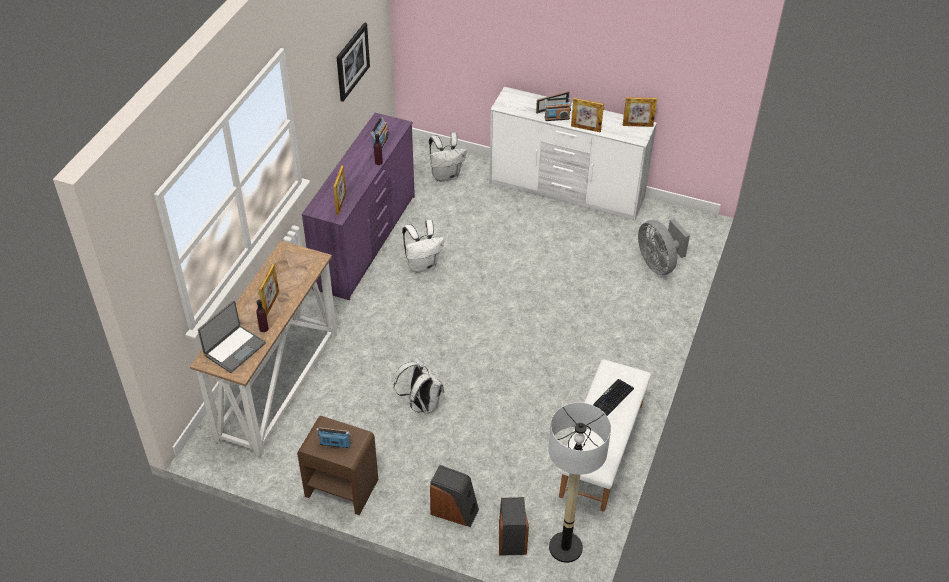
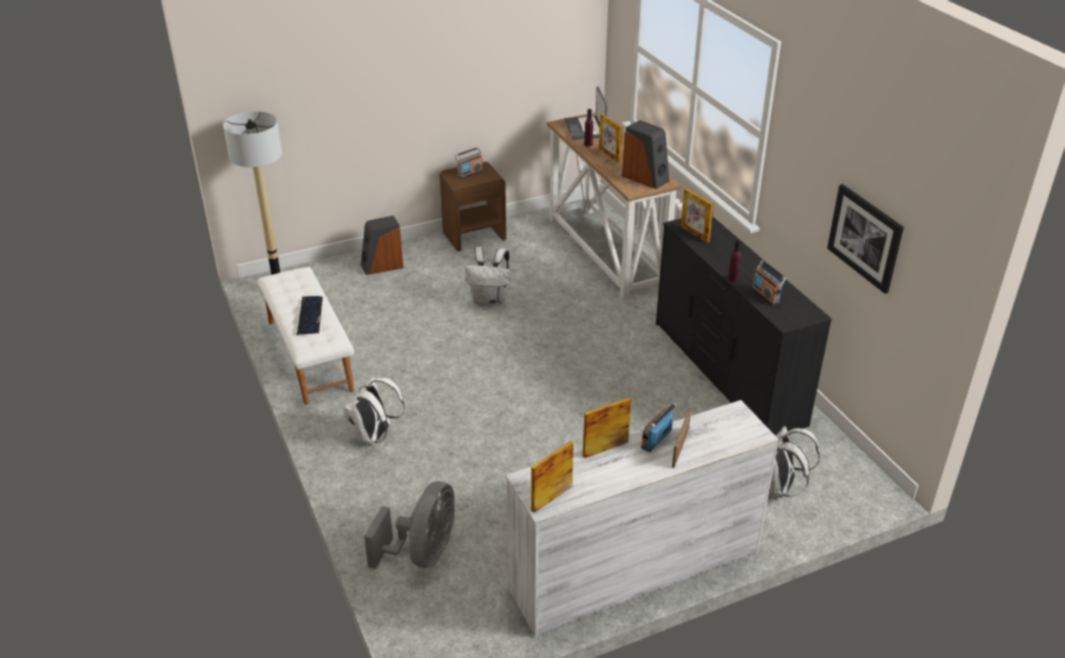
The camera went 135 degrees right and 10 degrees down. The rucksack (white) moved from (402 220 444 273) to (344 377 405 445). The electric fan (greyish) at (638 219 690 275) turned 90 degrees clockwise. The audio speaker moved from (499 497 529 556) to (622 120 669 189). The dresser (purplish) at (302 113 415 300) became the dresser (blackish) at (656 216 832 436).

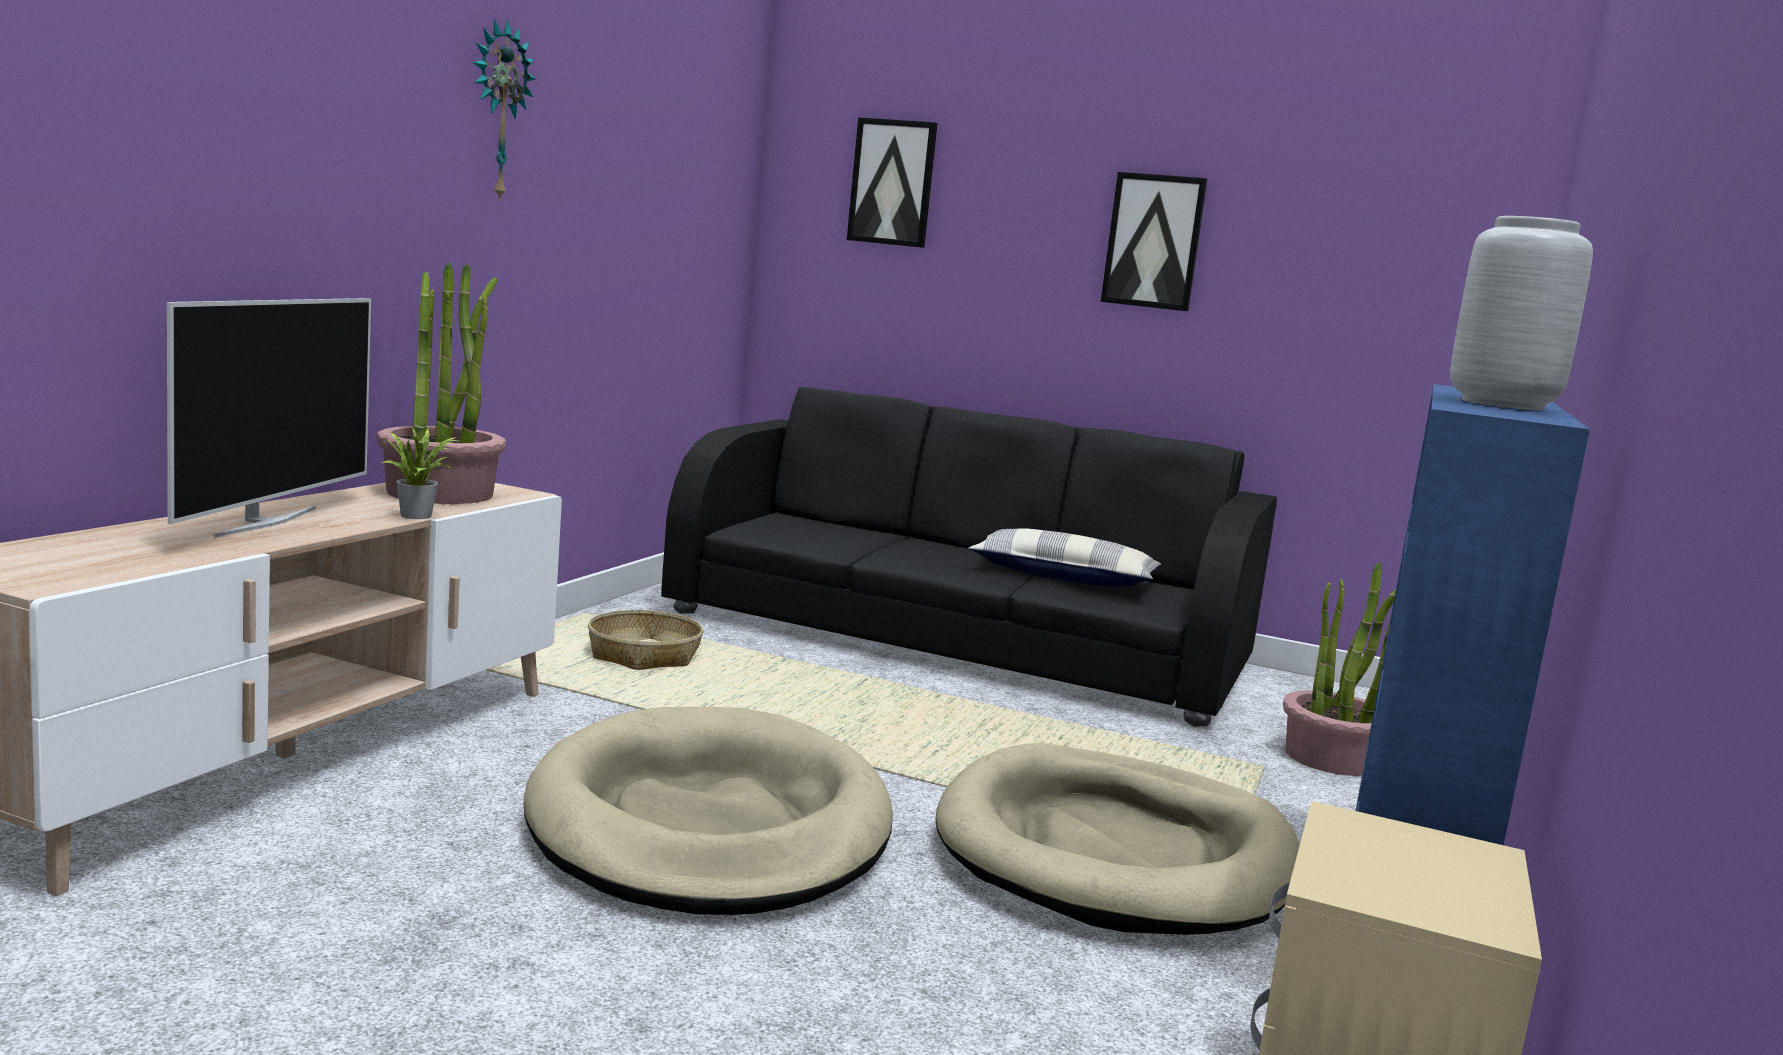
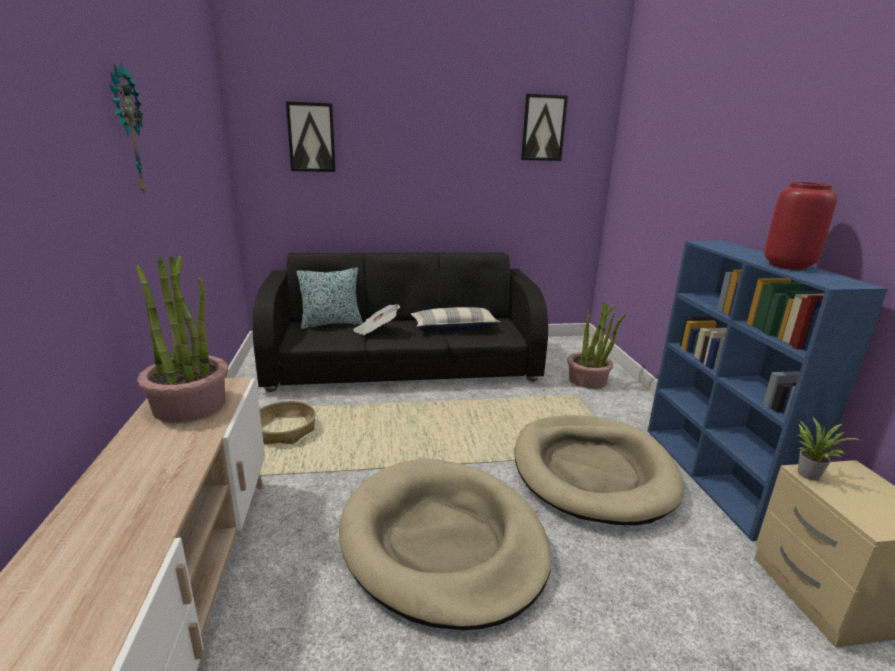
The camera went 30 degrees left and 10 degrees up. The cushion at (297 267 363 329) appeared. The printed paper at (353 305 400 336) appeared. The wall picture moved from (1101 172 1208 311) to (521 94 568 161). The decorative vase (greyish) at (1450 216 1593 411) became the decorative vase (reddish) at (764 182 837 270). The potted plant moved from (383 427 460 519) to (797 417 860 481). The television at (167 298 371 538) disappeared.

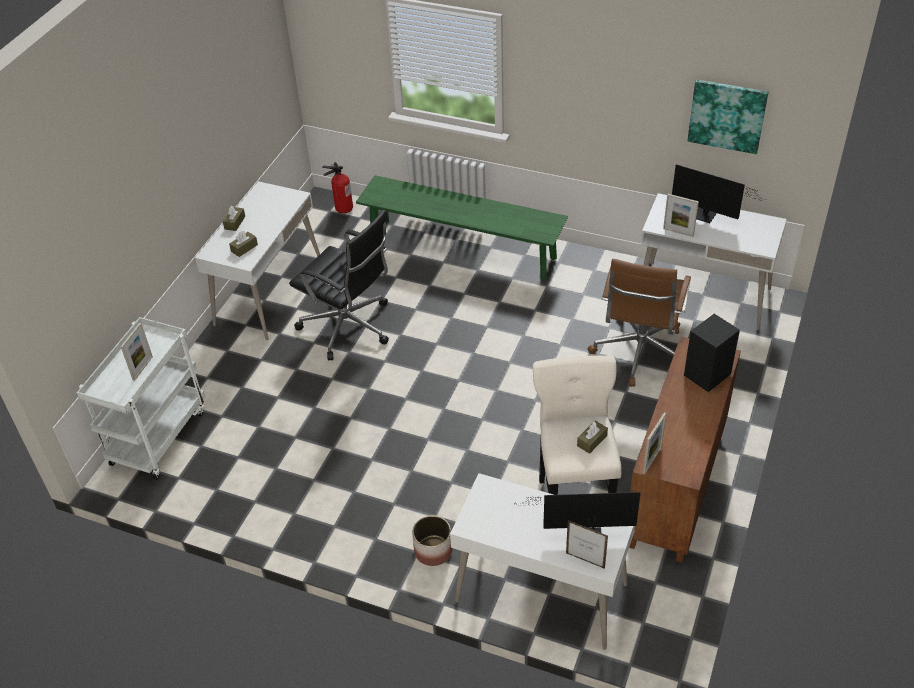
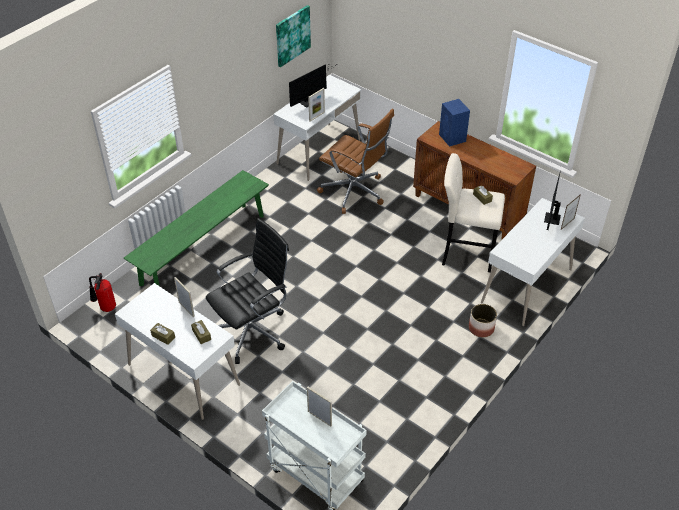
The camera went 75 degrees left and 0 degrees up. The standing frame moved from (643 412 666 474) to (174 277 195 317). The audio speaker (blackish) at (684 314 740 392) became the audio speaker (bluish) at (439 99 470 147).

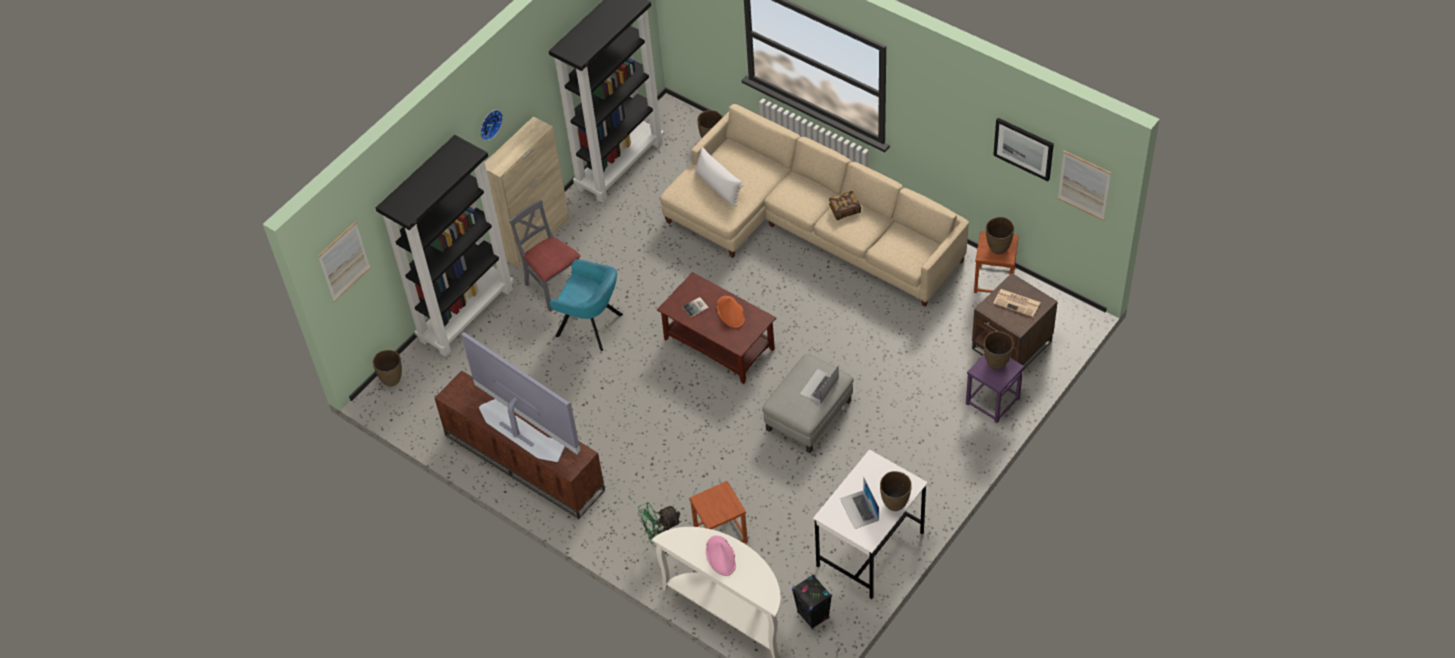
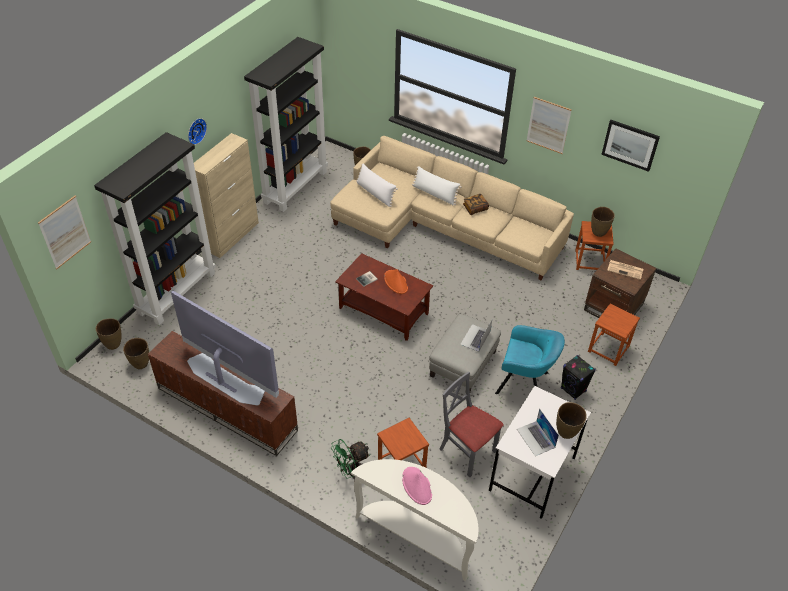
The camera went 10 degrees left and 5 degrees down. The decorative vase (brownish) moved from (984 331 1014 369) to (123 338 149 369). The cushion (white) at (412 166 462 205) appeared. The plain chair (greyish) moved from (509 200 580 312) to (439 371 503 477). The easy chair (turquoise-coloured) moved from (549 259 623 351) to (495 325 565 394). The wall picture moved from (1058 151 1111 221) to (527 97 572 154). The audio speaker (blackish) moved from (792 574 832 629) to (561 355 596 400). The stool seat (purplish) at (966 355 1024 423) became the stool seat (brownish) at (588 304 640 366).

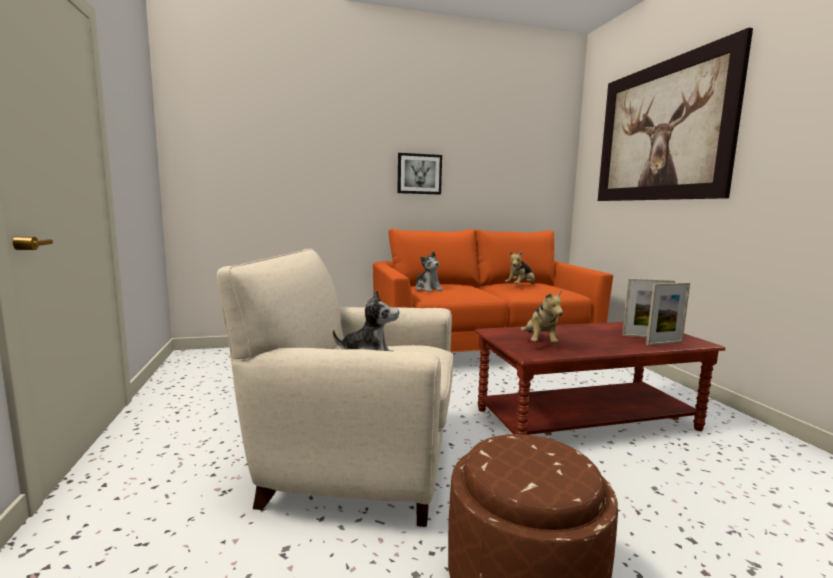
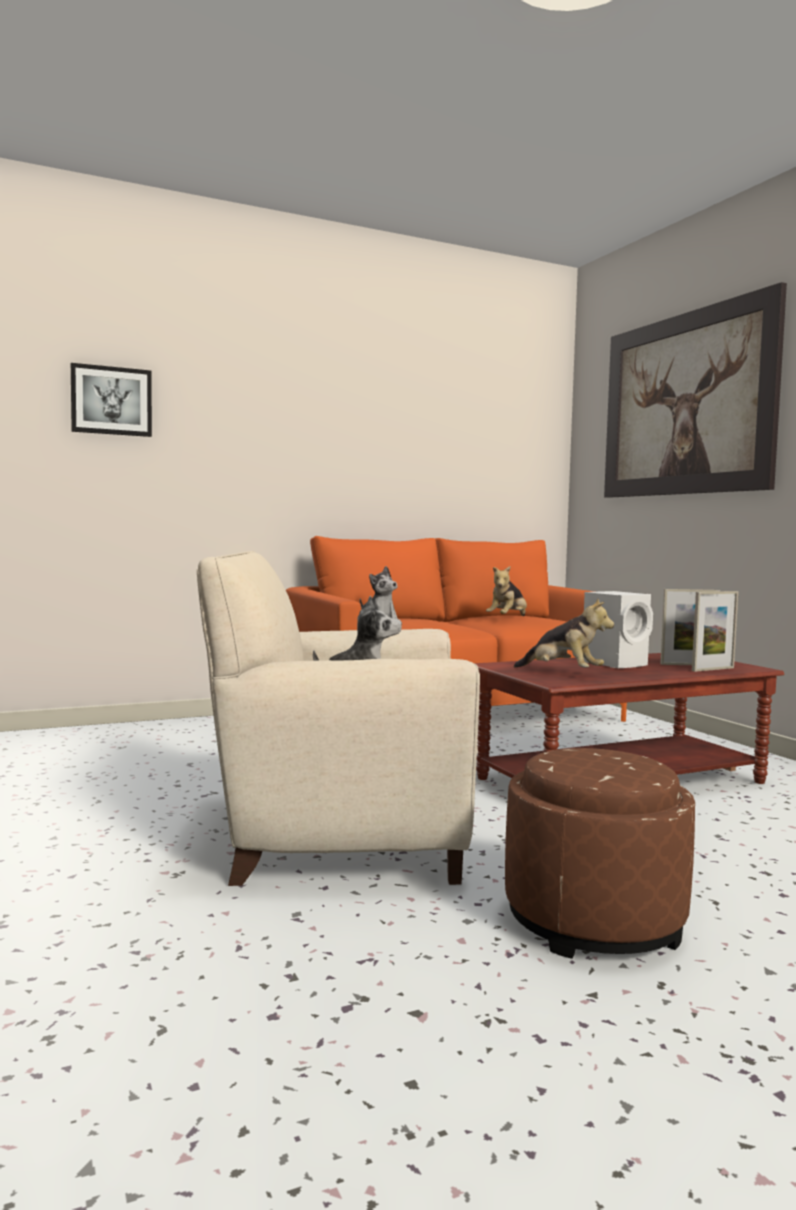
The camera went 10 degrees left and 5 degrees down. The wall picture moved from (397 153 442 195) to (71 363 152 437). The cuddly toy at (521 290 563 344) turned 45 degrees counterclockwise. The audio speaker (white) at (583 591 653 668) appeared.

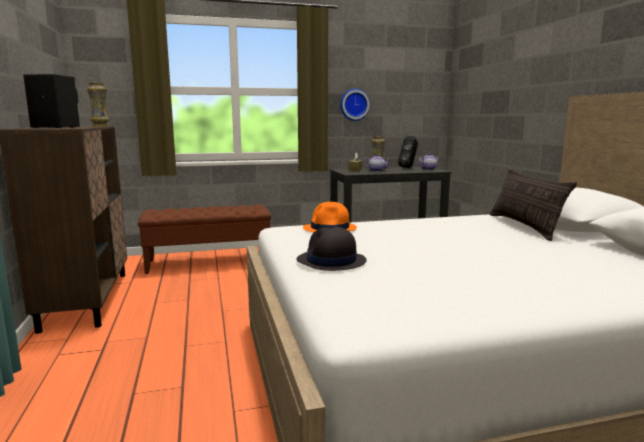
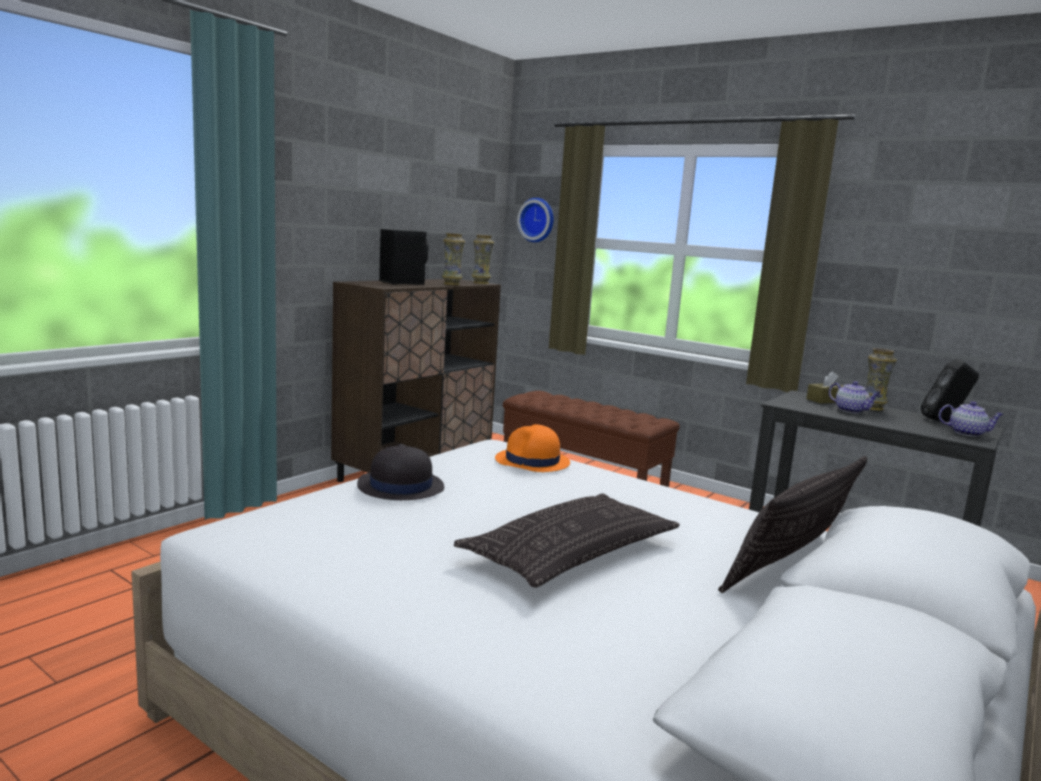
The camera went 50 degrees right and 0 degrees up. The decorative vase at (442 233 465 285) appeared. The cushion at (454 494 680 588) appeared. The hanging clock moved from (340 89 370 121) to (517 198 554 242).

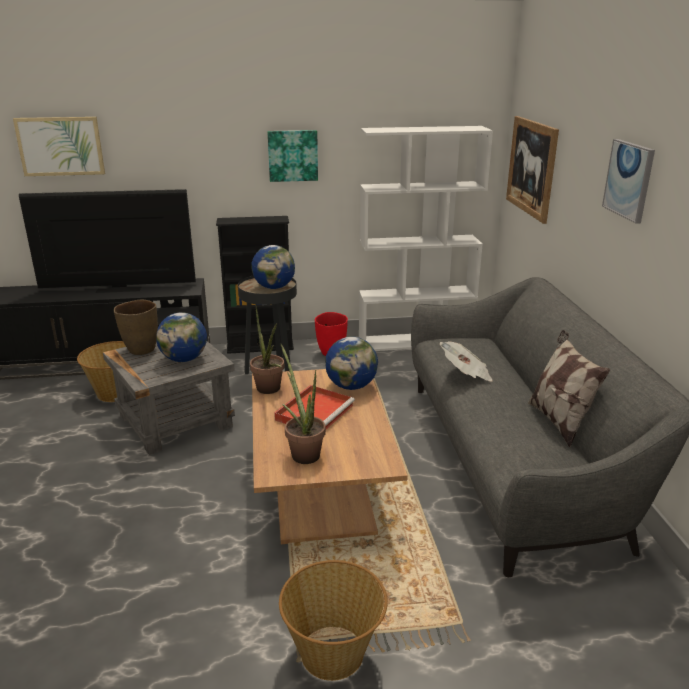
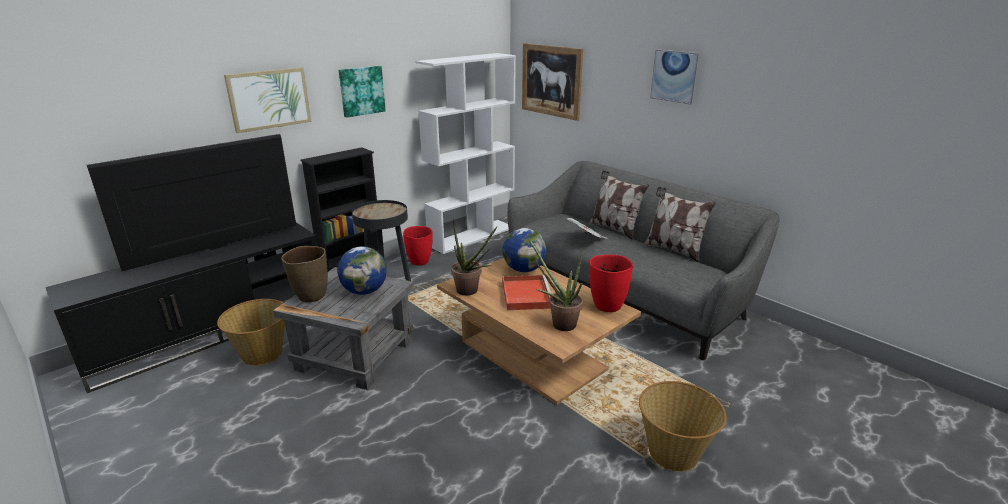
The camera went 35 degrees left and 0 degrees up. The wall picture moved from (13 117 105 176) to (224 68 311 133). The cushion at (589 170 649 240) appeared. The decorative vase (reddish) at (589 255 633 312) appeared. The globe at (251 245 295 289) disappeared.

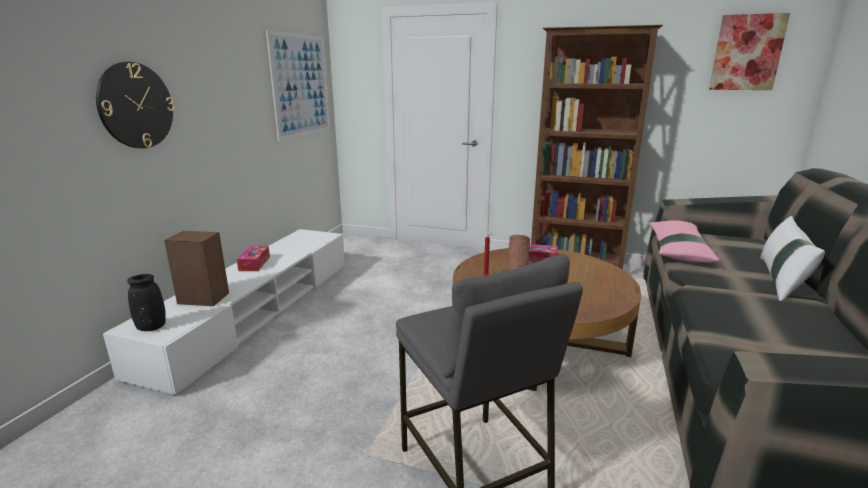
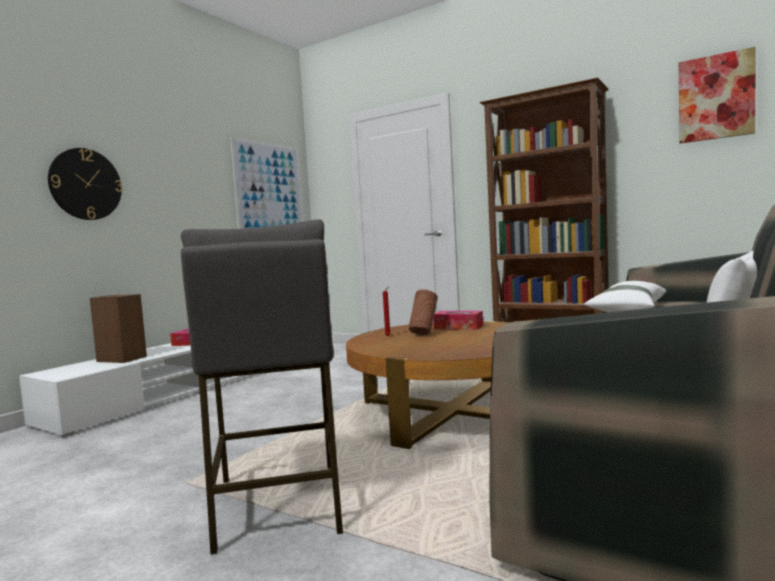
The camera went 15 degrees right and 15 degrees down. The cushion (pink) at (649 220 719 263) became the cushion (white) at (584 281 666 312). The decorative vase (blackish) at (127 274 166 331) disappeared.

